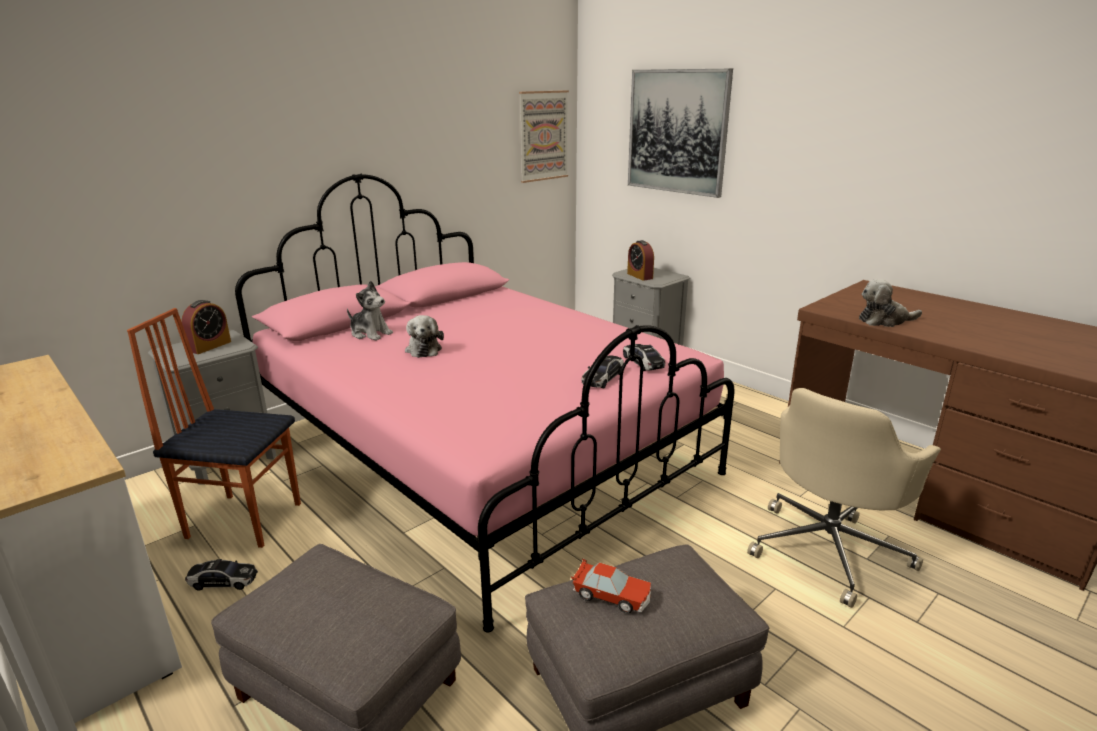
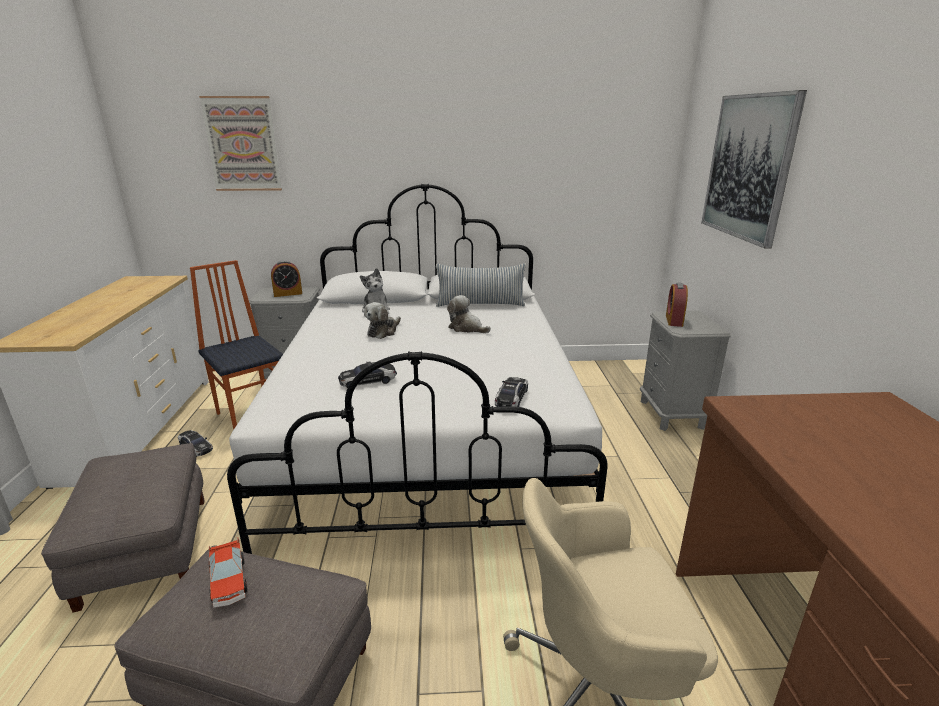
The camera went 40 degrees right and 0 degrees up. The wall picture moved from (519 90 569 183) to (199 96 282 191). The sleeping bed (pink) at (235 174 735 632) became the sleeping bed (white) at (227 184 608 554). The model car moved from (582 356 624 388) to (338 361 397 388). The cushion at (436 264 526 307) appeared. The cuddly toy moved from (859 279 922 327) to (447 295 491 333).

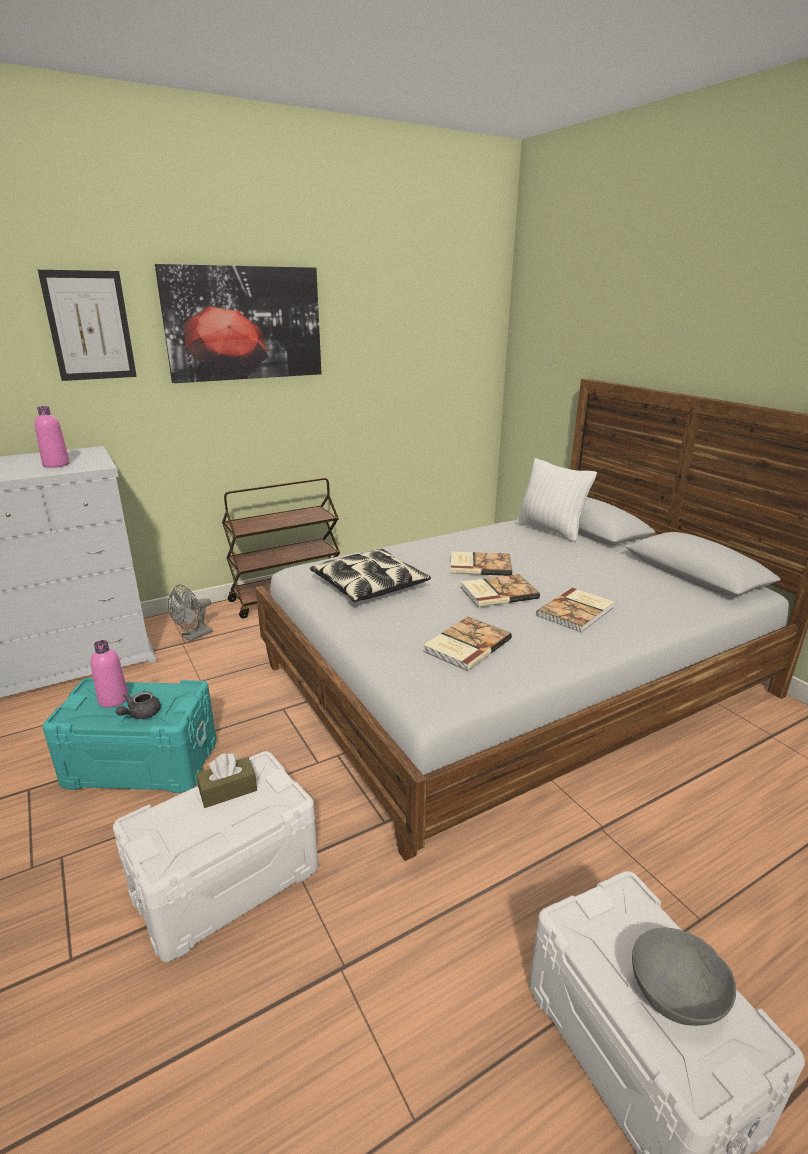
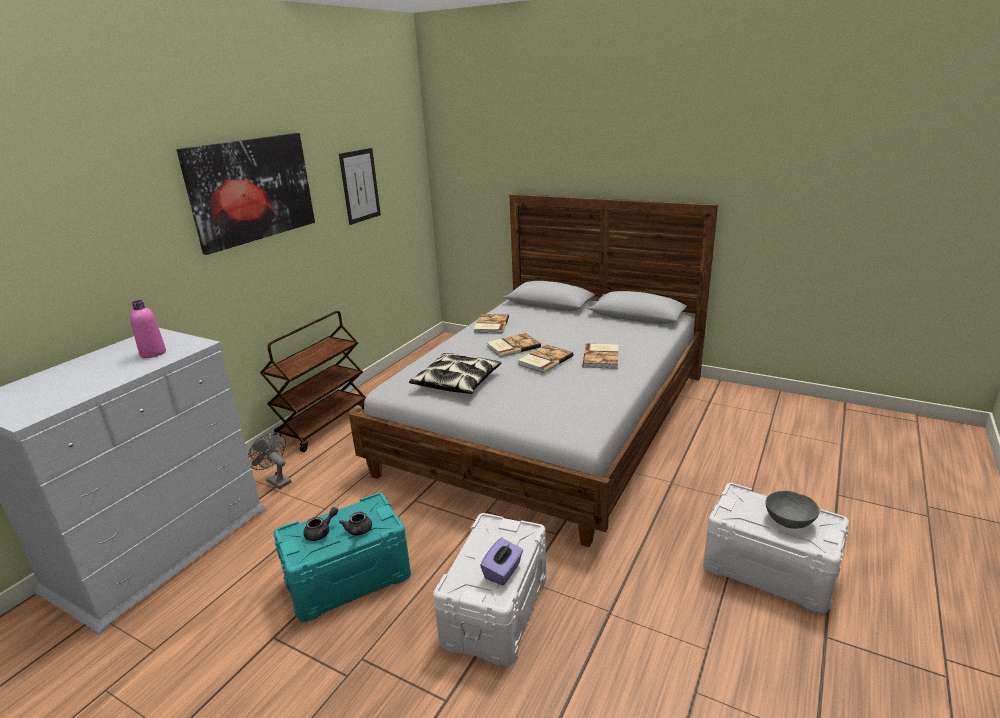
The camera went 30 degrees left and 0 degrees up. The electric fan (greyish) at (168 585 213 642) turned 120 degrees clockwise. The beverage bottle (pink) at (90 640 129 708) was replaced by the teapot (greyish) at (304 507 338 541). The wall picture moved from (38 270 137 381) to (339 148 381 225). The bound book moved from (423 617 512 671) to (474 314 509 334). The box of tissues (purplish) at (480 538 523 585) appeared. The box of tissues (brownish) at (196 753 257 808) disappeared. The cushion (white) at (516 458 597 542) disappeared.

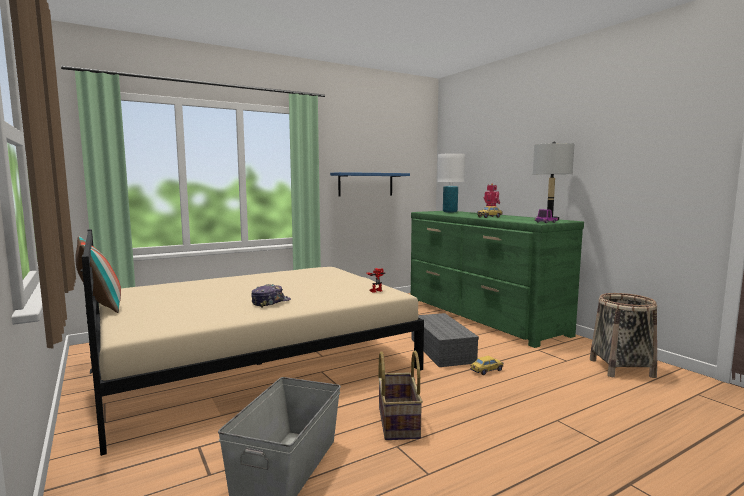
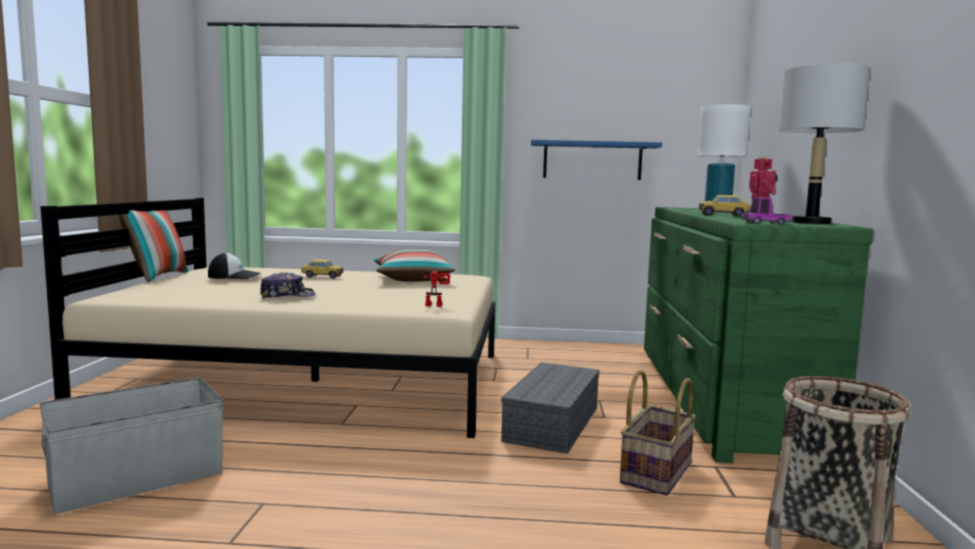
The camera went 35 degrees right and 0 degrees up. The cap at (208 253 261 279) appeared. The model car moved from (470 356 504 375) to (301 259 343 279). The cushion at (374 250 455 282) appeared. The household basket moved from (378 351 423 440) to (620 370 696 495).

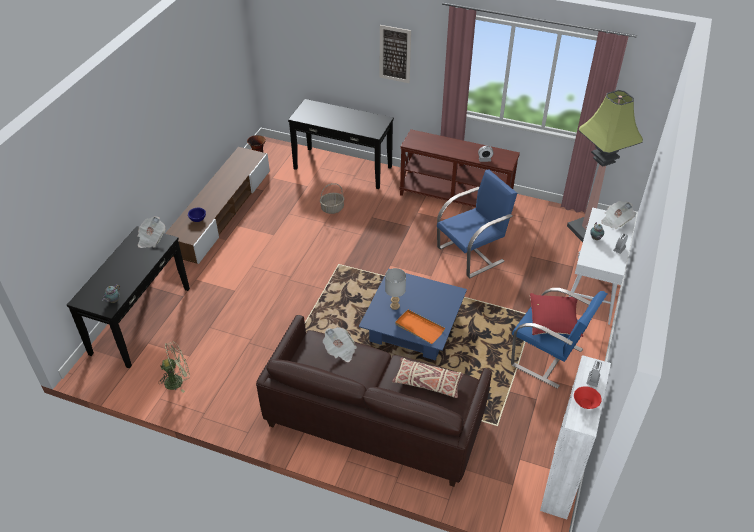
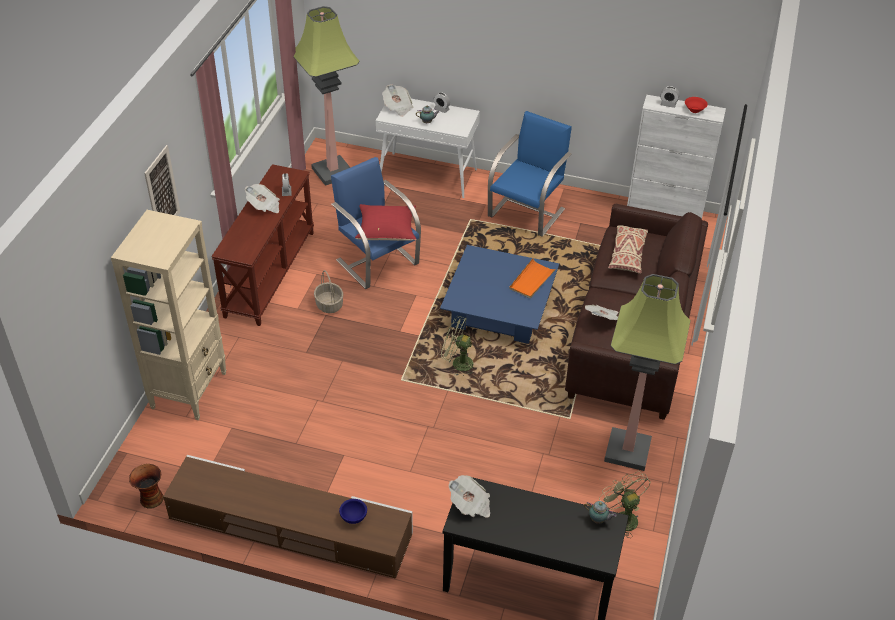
The camera went 95 degrees left and 0 degrees up. The narrow table (blackish) at (288 99 394 189) was replaced by the shelving unit (beige-coloured) at (111 210 226 420). The printed paper at (245 184 280 213) appeared. The household basket moved from (320 183 344 214) to (314 270 343 313). The cushion (reddish) moved from (530 293 583 337) to (355 204 416 241). The electric fan (green-coloured) at (441 316 473 376) appeared. The standard lamp at (604 274 691 471) appeared. The tabletop lamp (greyish) at (385 268 406 310) disappeared.

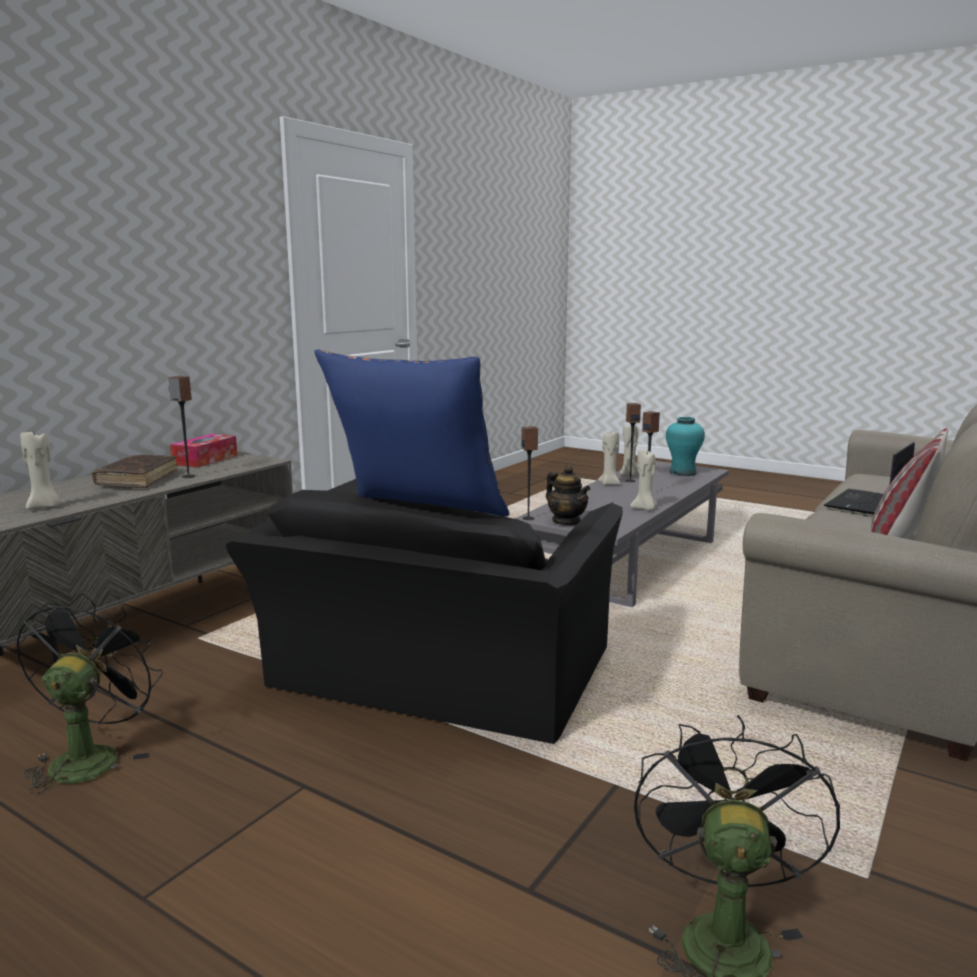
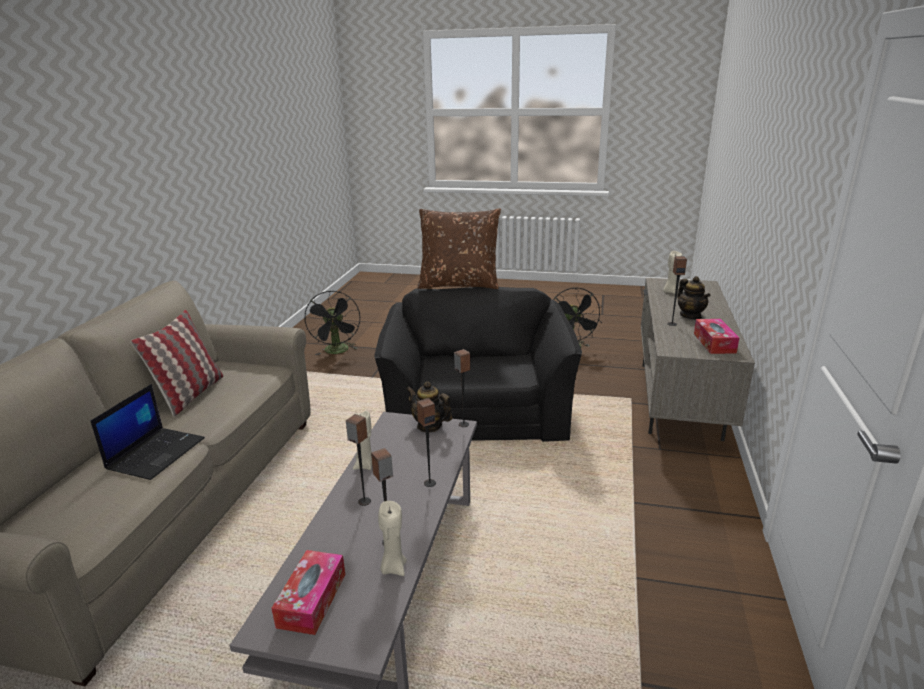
The camera went 160 degrees right and 10 degrees up. The decorative vase (turquoise-coloured) at (666 417 705 476) was replaced by the box of tissues at (271 550 345 635). The cushion (bluish) at (314 349 509 516) became the cushion (brownish) at (417 208 501 289). The audio speaker at (417 398 436 487) appeared. The bound book (brownish) at (92 455 177 488) was replaced by the teapot at (678 276 711 319). The candle (beige-coloured) at (598 432 620 485) disappeared.

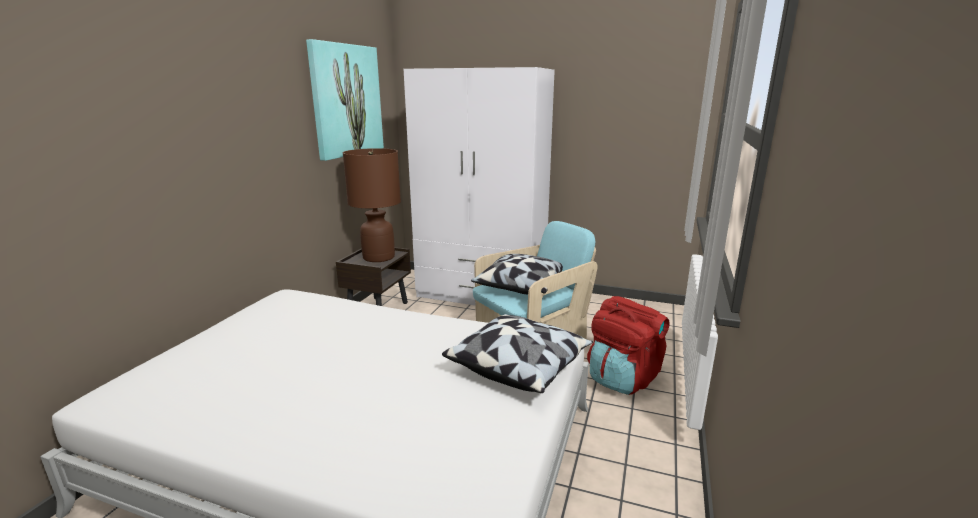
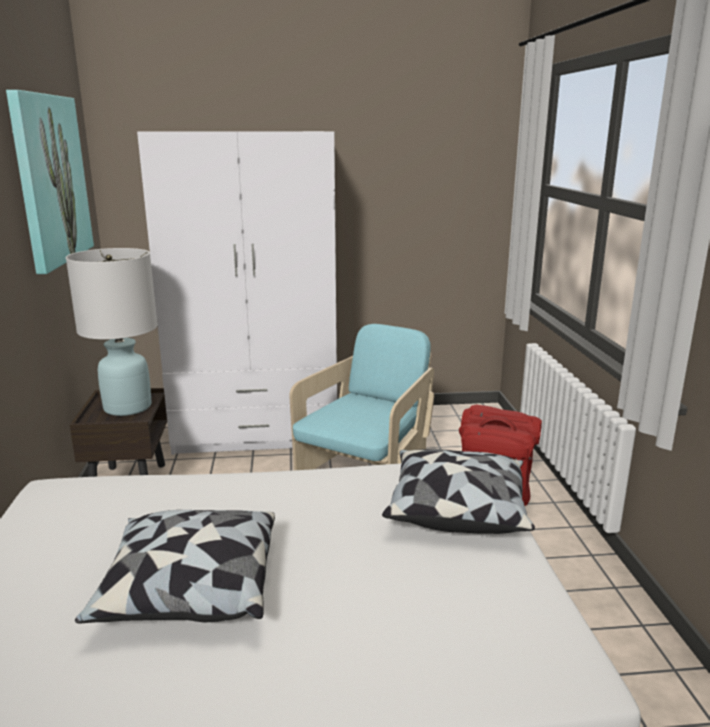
The camera went 25 degrees left and 0 degrees up. The tabletop lamp (brownish) at (343 148 401 262) became the tabletop lamp (white) at (66 248 158 416). The cushion moved from (471 254 563 294) to (75 510 275 624).

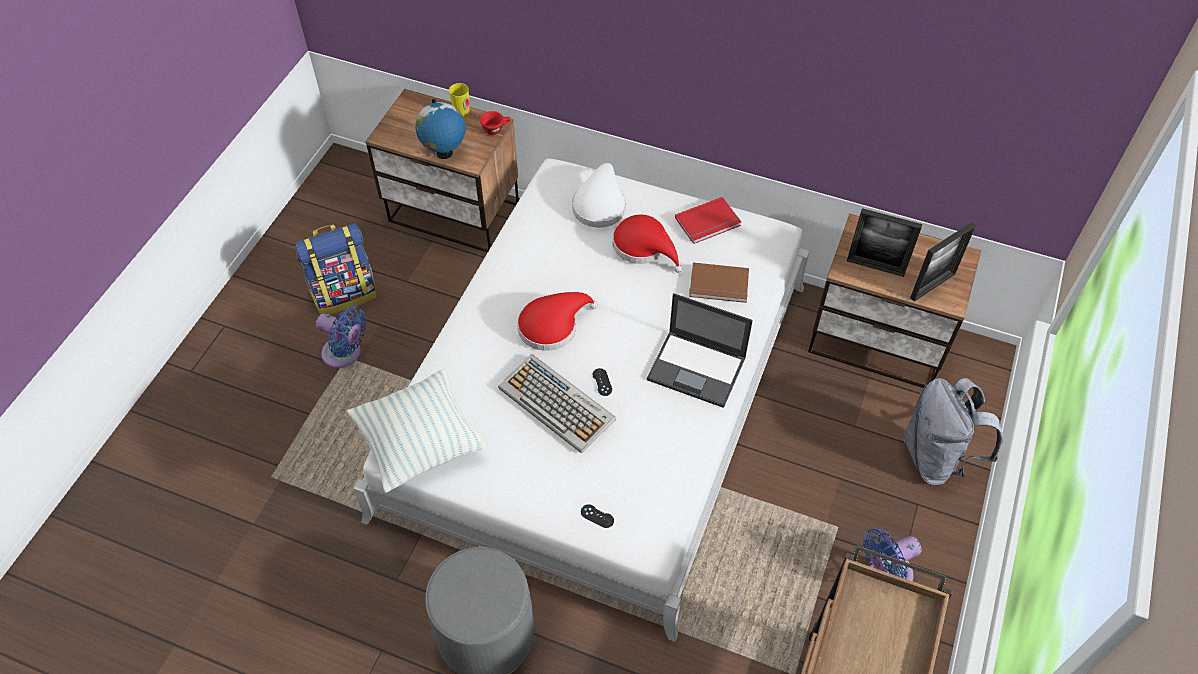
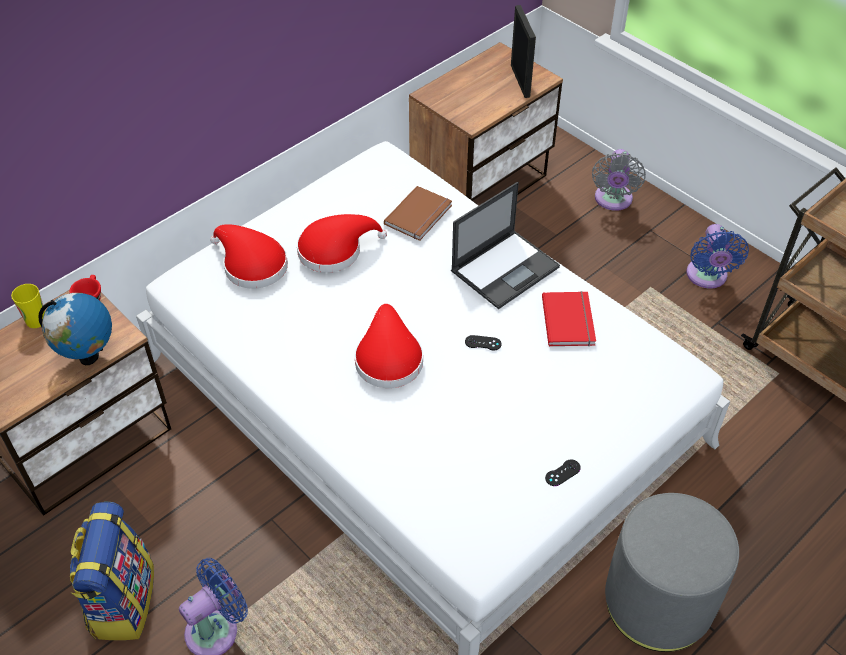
The camera went 65 degrees left and 5 degrees down. The wearable hat (white) at (572 163 626 228) became the wearable hat (reddish) at (210 224 288 289). The bound book (reddish) moved from (675 197 741 244) to (542 291 596 346). The joypad (blackish) moved from (581 504 614 528) to (545 459 581 486). The rucksack (greyish) at (903 378 1003 485) was replaced by the electric fan (greyish) at (592 149 646 211). The cushion at (347 369 487 493) disappeared. The computer keyboard at (498 354 616 453) disappeared. The standing frame at (847 208 922 277) disappeared.

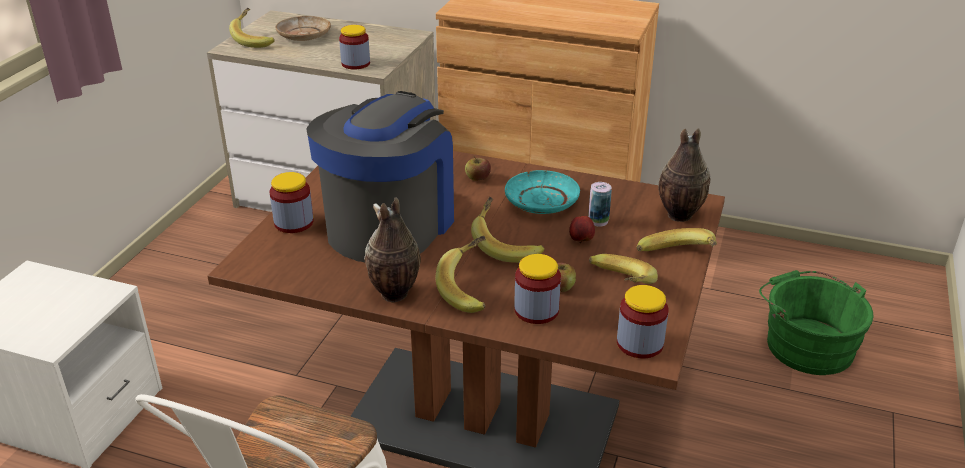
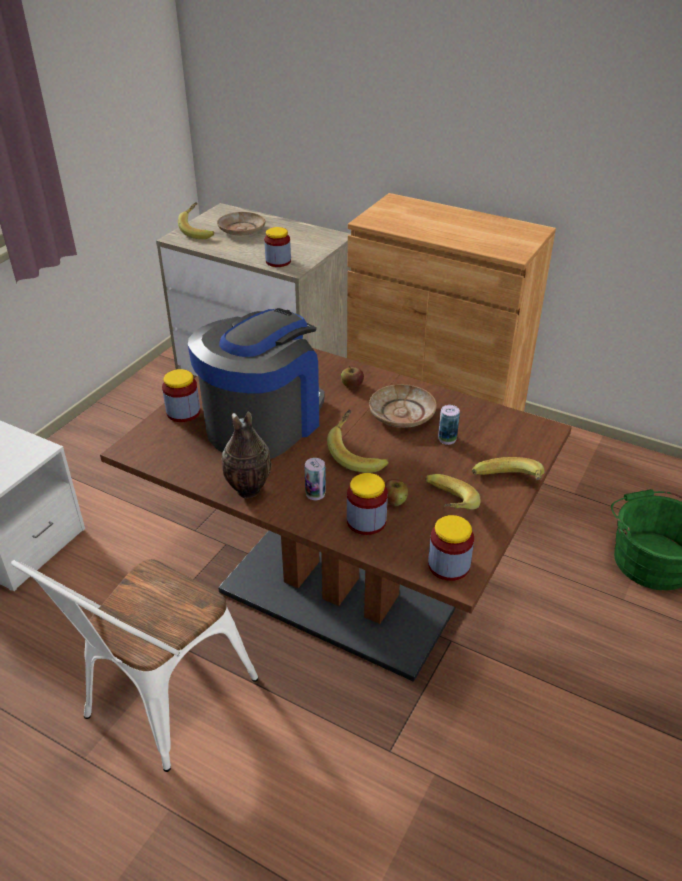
The camera went 10 degrees right and 5 degrees up. The banana at (436 236 486 313) was replaced by the sealed can at (304 458 326 500). The dinner plate (turquoise-coloured) at (505 170 580 214) became the dinner plate (beige-coloured) at (369 384 437 428). The apple fruit at (569 216 595 243) disappeared. The decorative vase at (658 128 711 222) disappeared.

